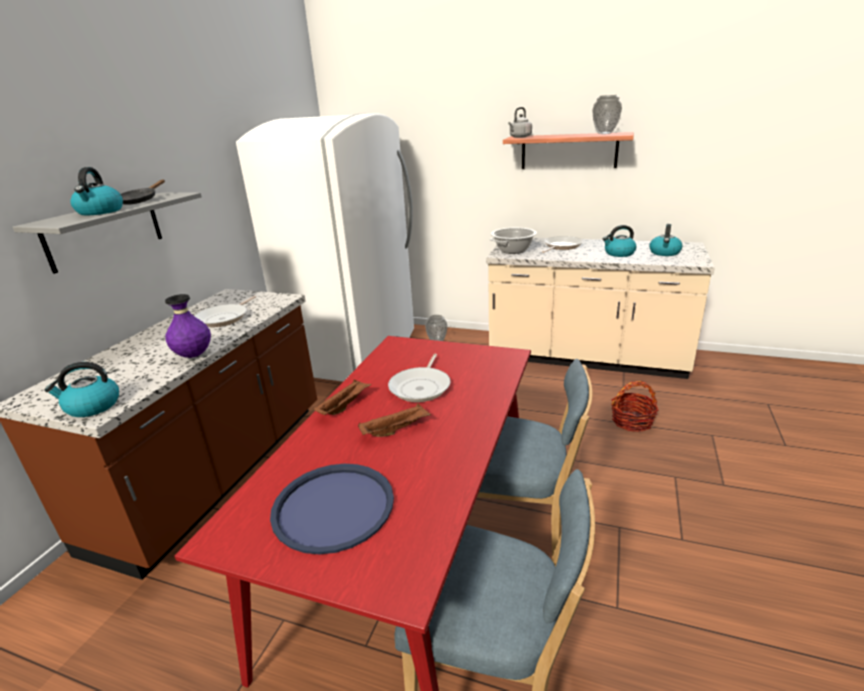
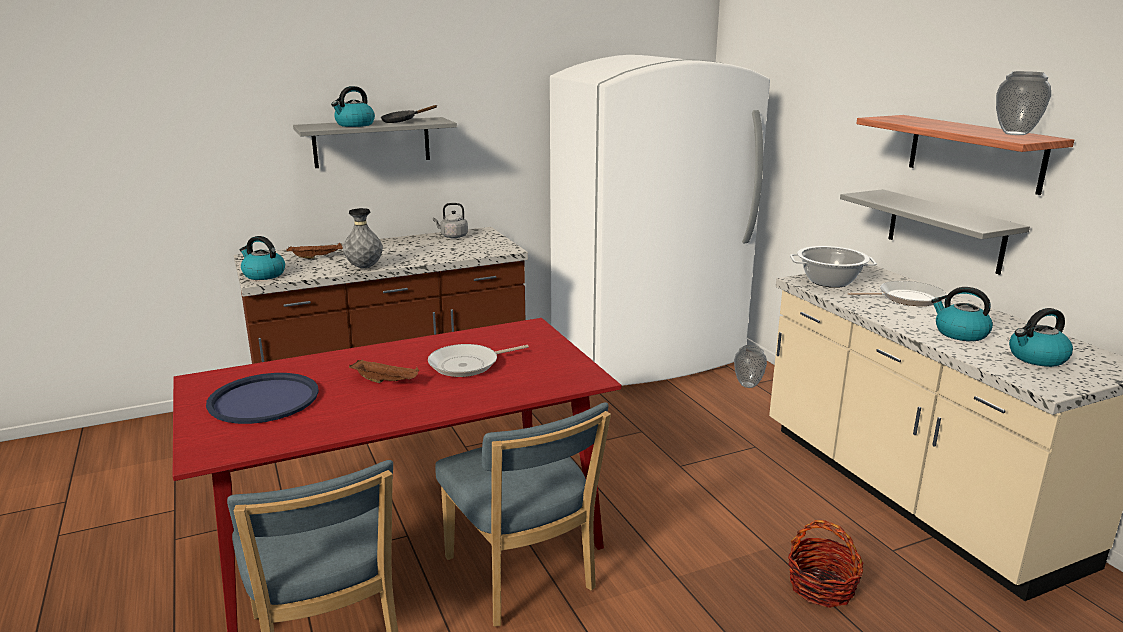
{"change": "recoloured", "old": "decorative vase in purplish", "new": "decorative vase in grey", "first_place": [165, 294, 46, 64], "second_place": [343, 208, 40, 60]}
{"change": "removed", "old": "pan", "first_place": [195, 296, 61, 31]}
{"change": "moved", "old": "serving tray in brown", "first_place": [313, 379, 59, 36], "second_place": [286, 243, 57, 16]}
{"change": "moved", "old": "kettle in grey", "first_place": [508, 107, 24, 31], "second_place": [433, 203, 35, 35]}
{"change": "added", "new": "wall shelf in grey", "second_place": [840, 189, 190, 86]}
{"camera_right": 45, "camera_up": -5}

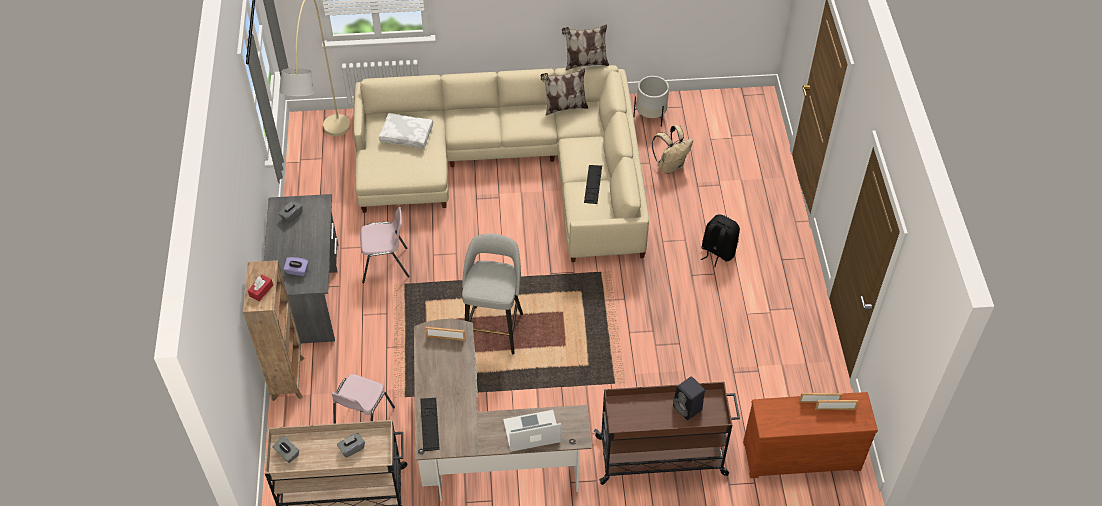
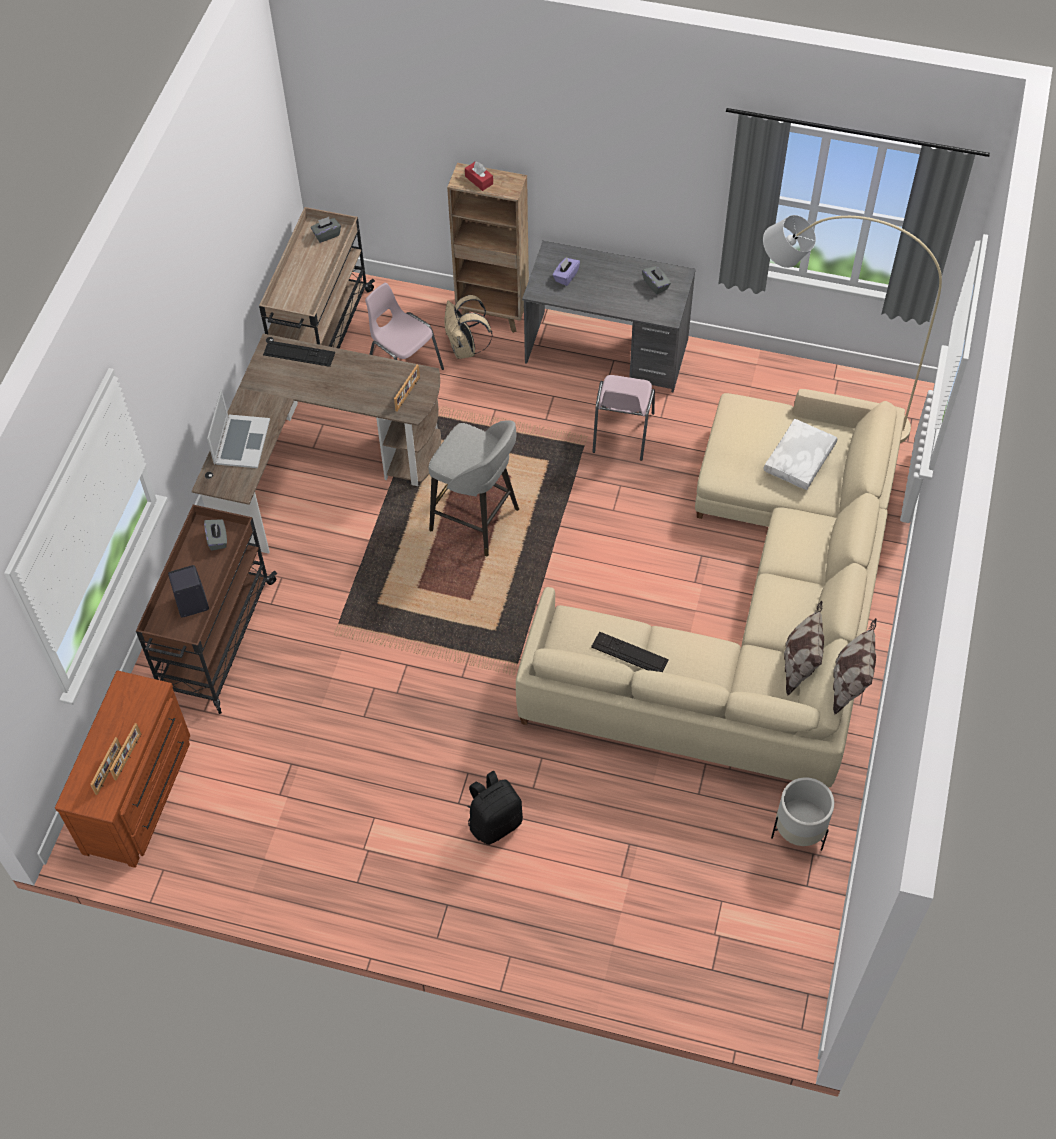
{"change": "moved", "old": "tissue holder in grey", "first_place": [337, 433, 28, 25], "second_place": [204, 519, 23, 32]}
{"change": "moved", "old": "backpack in sand-coloured", "first_place": [652, 125, 41, 49], "second_place": [444, 295, 48, 64]}
{"camera_right": 110, "camera_up": 5}

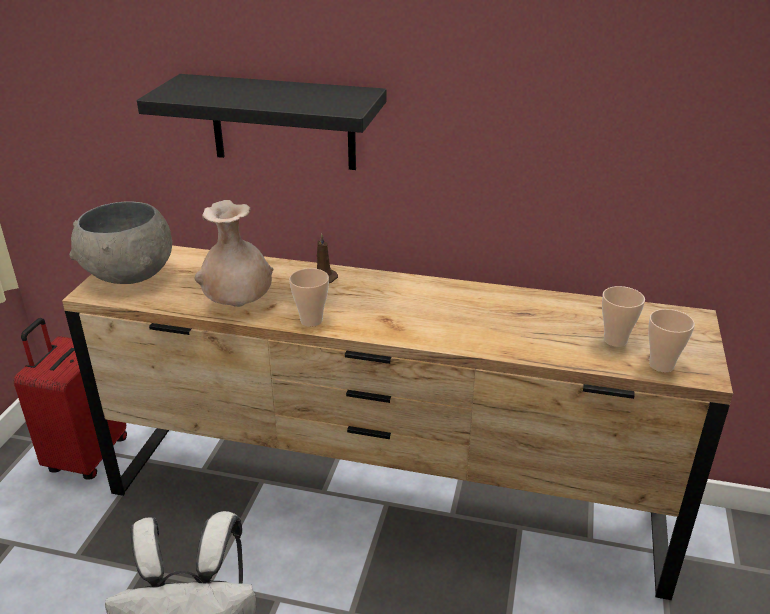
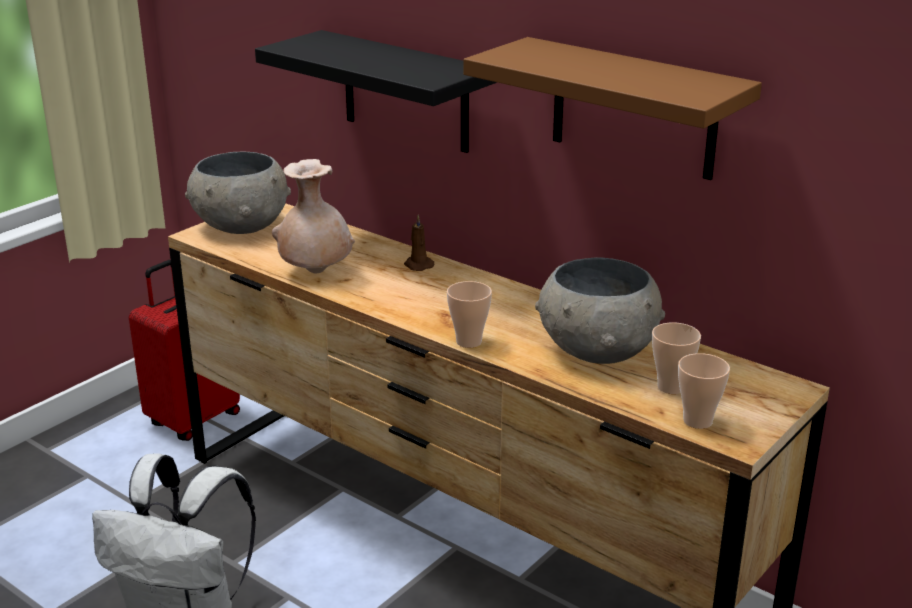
{"change": "moved", "old": "cup", "first_place": [289, 268, 40, 59], "second_place": [447, 281, 45, 67]}
{"change": "added", "new": "wall shelf in brown", "second_place": [463, 37, 299, 143]}
{"change": "added", "new": "serving bowl in grey", "second_place": [535, 257, 130, 107]}
{"camera_right": 25, "camera_up": -5}

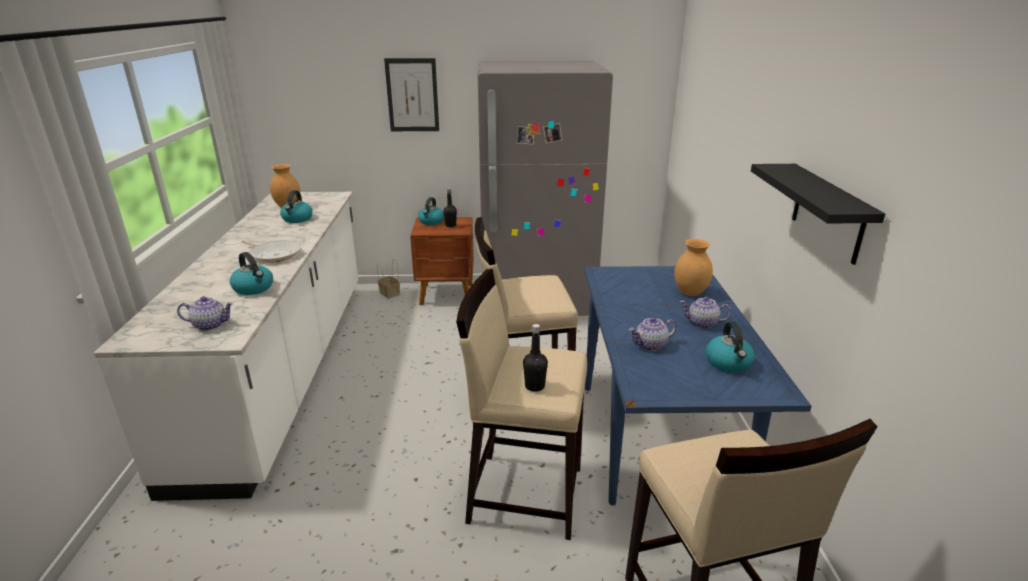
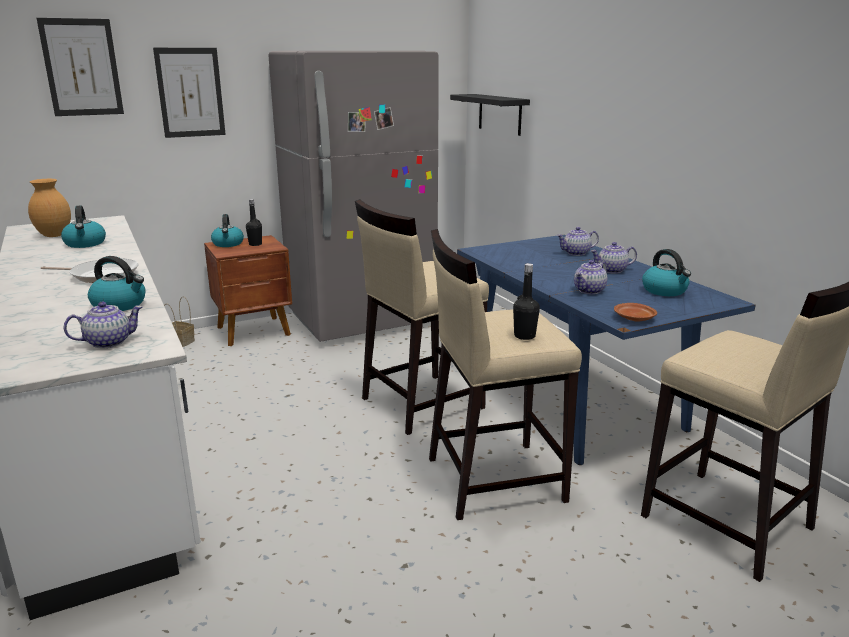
{"change": "replaced", "old": "decorative vase in brown", "new": "tea pot", "first_place": [674, 239, 39, 57], "second_place": [557, 227, 42, 29]}
{"change": "moved", "old": "wall shelf in blackish", "first_place": [751, 164, 134, 101], "second_place": [450, 94, 80, 42]}
{"change": "added", "new": "picture", "second_place": [37, 18, 87, 98]}
{"change": "added", "new": "dinner plate in brown", "second_place": [614, 303, 43, 18]}
{"camera_right": -25, "camera_up": -5}

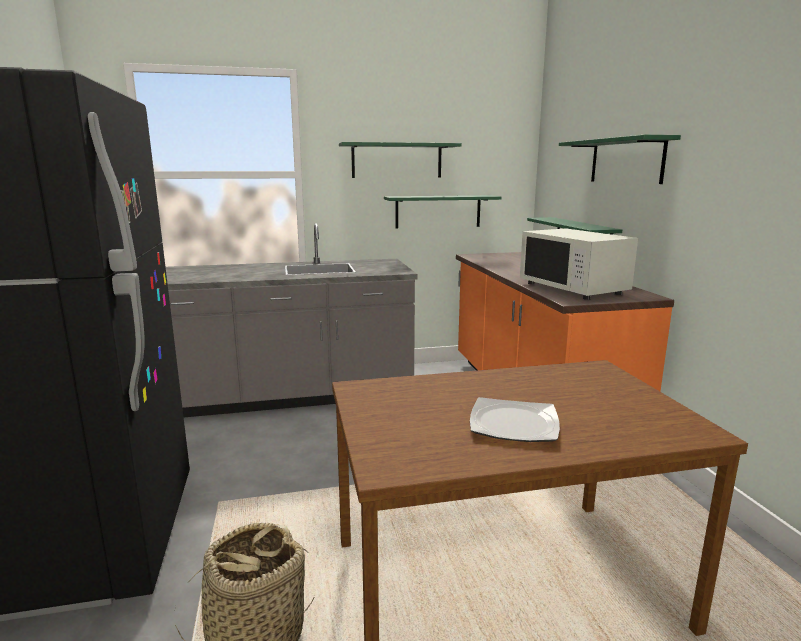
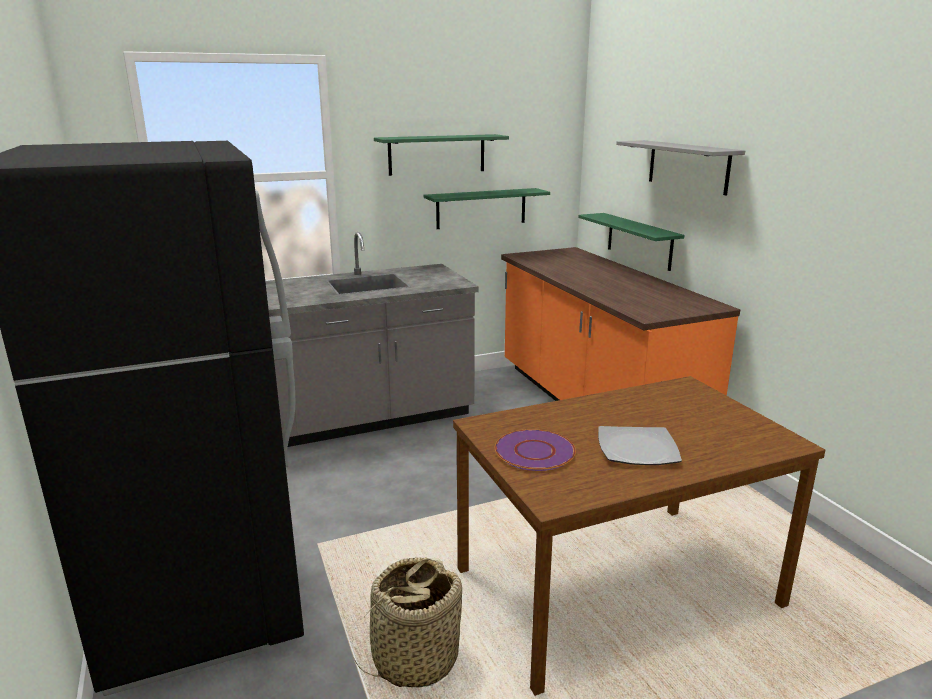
{"change": "removed", "old": "microwave oven in white", "first_place": [520, 228, 118, 72]}
{"change": "recoloured", "old": "wall shelf in green-coloured", "new": "wall shelf in grey", "first_place": [559, 135, 122, 49], "second_place": [616, 140, 129, 56]}
{"change": "added", "new": "dinner plate in purplish", "second_place": [495, 429, 81, 42]}
{"camera_right": -10, "camera_up": 5}

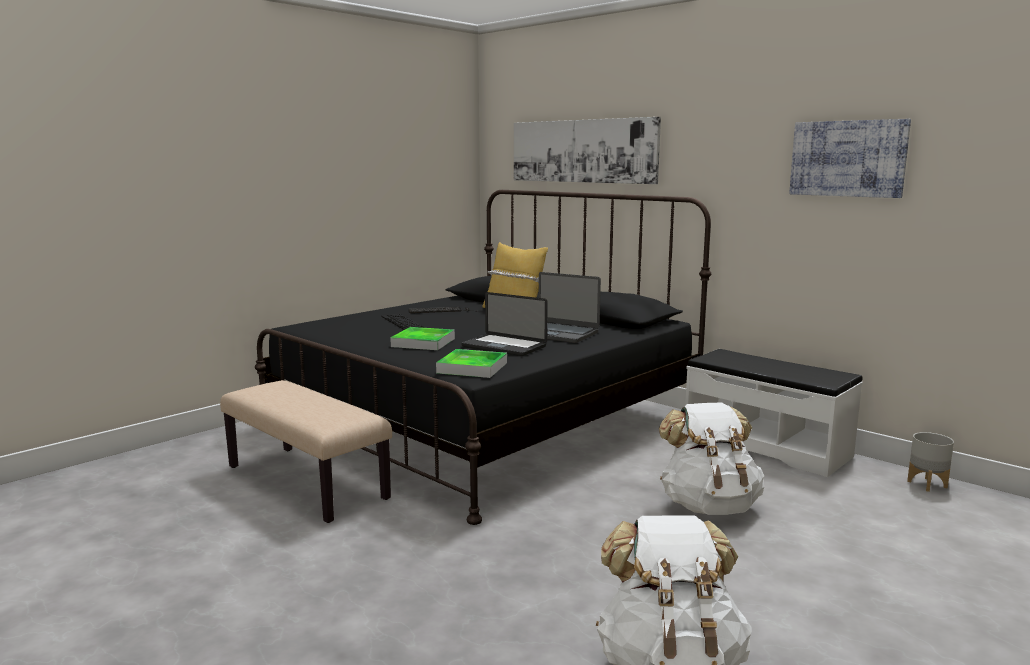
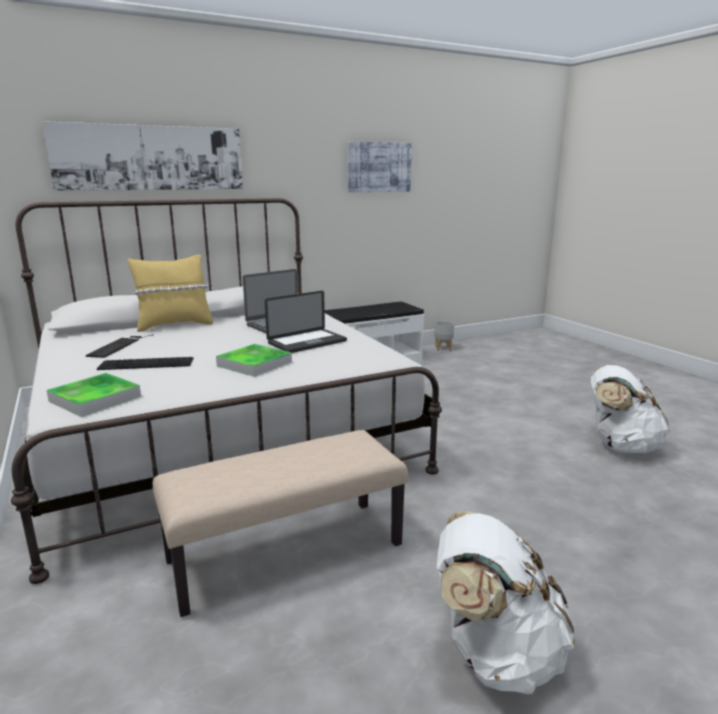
{"change": "recoloured", "old": "bed in blackish", "new": "bed in white", "first_place": [255, 190, 456, 335], "second_place": [11, 198, 431, 386]}
{"change": "moved", "old": "serving tray", "first_place": [436, 349, 71, 29], "second_place": [46, 373, 95, 44]}
{"change": "moved", "old": "backpack in white", "first_place": [659, 403, 105, 112], "second_place": [437, 511, 138, 183]}
{"camera_right": -70, "camera_up": 5}

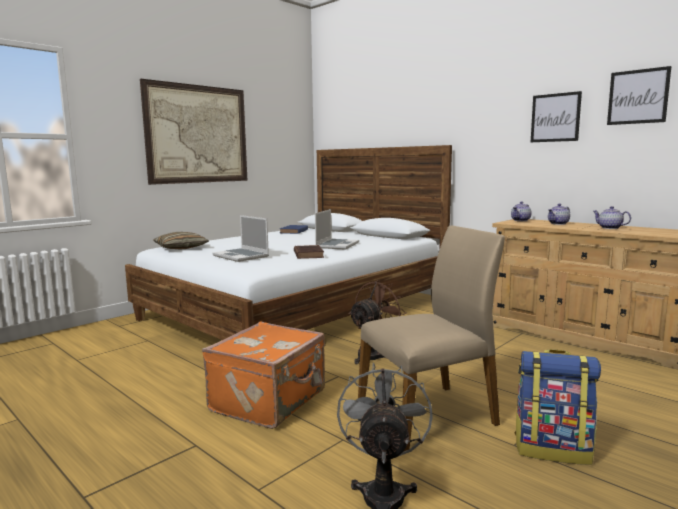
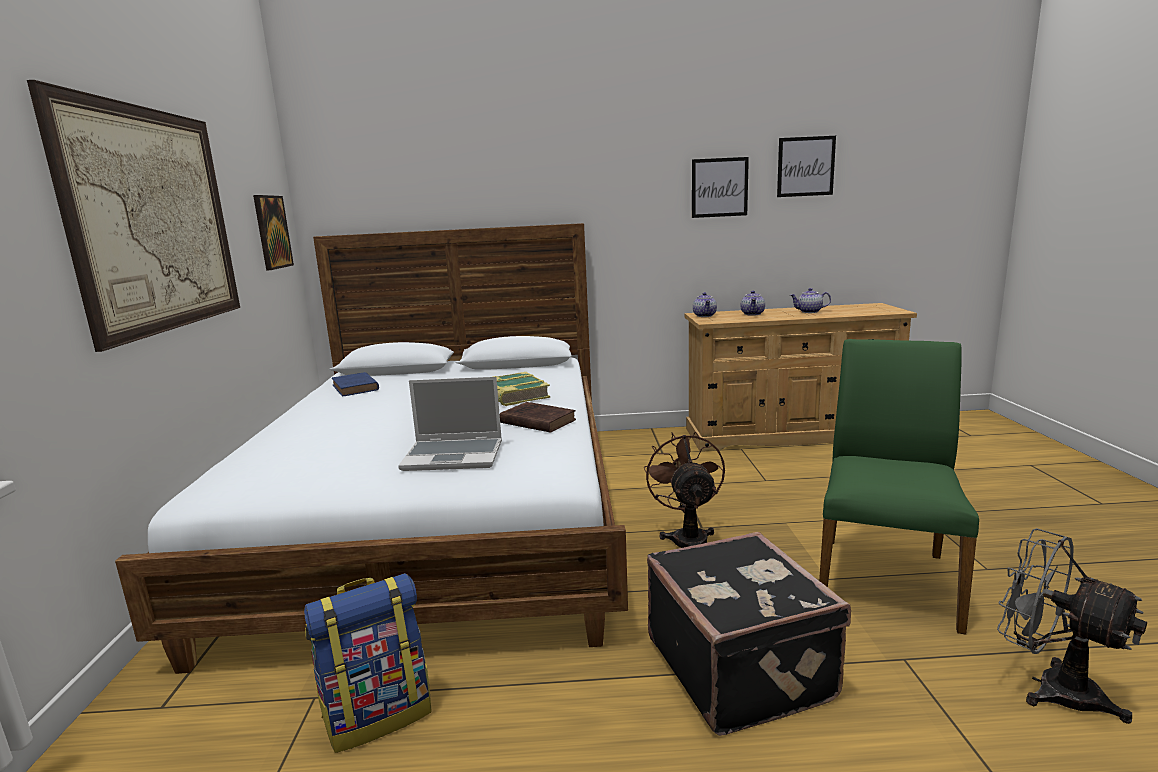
{"change": "removed", "old": "cushion", "first_place": [153, 232, 56, 17]}
{"change": "recoloured", "old": "travel case in orange", "new": "travel case in blackish", "first_place": [202, 322, 123, 107], "second_place": [647, 532, 204, 204]}
{"change": "replaced", "old": "notebook computer", "new": "volume", "first_place": [315, 209, 44, 41], "second_place": [492, 372, 58, 34]}
{"change": "recoloured", "old": "upright chair in sand-coloured", "new": "upright chair in green-coloured", "first_place": [358, 226, 147, 225], "second_place": [819, 339, 160, 296]}
{"change": "moved", "old": "backpack", "first_place": [514, 349, 87, 116], "second_place": [304, 573, 128, 180]}
{"change": "added", "new": "picture", "second_place": [253, 195, 41, 76]}
{"camera_right": -45, "camera_up": 5}

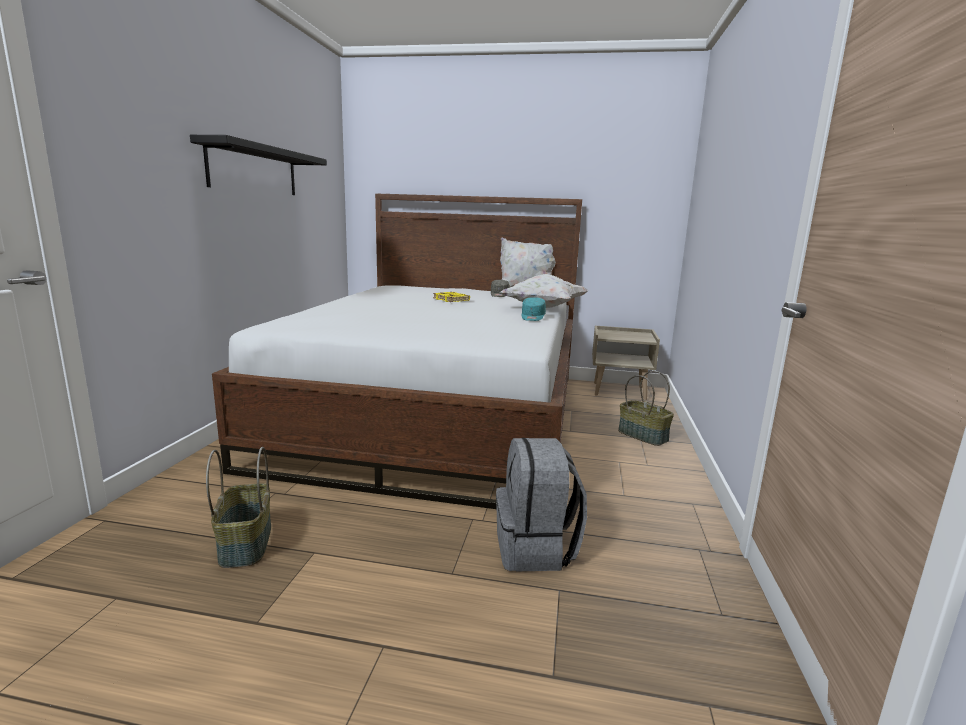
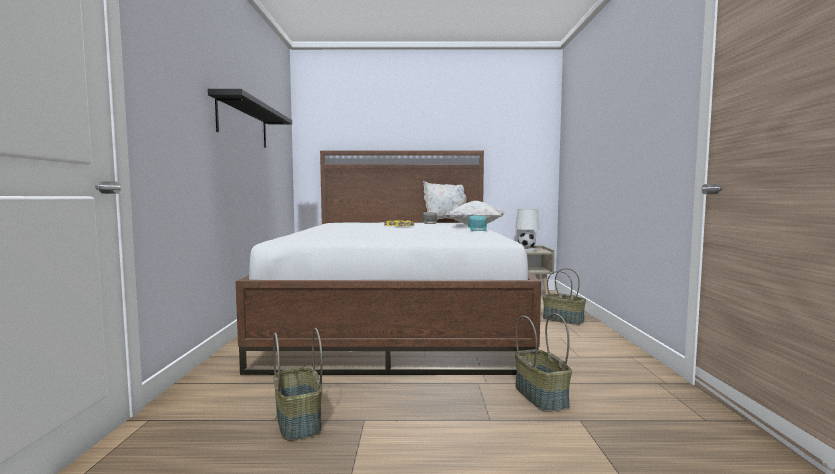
{"change": "replaced", "old": "backpack in grey", "new": "household basket", "first_place": [496, 438, 91, 134], "second_place": [515, 313, 57, 99]}
{"change": "added", "new": "tabletop lamp in white", "second_place": [515, 209, 24, 42]}
{"camera_right": -10, "camera_up": -10}

